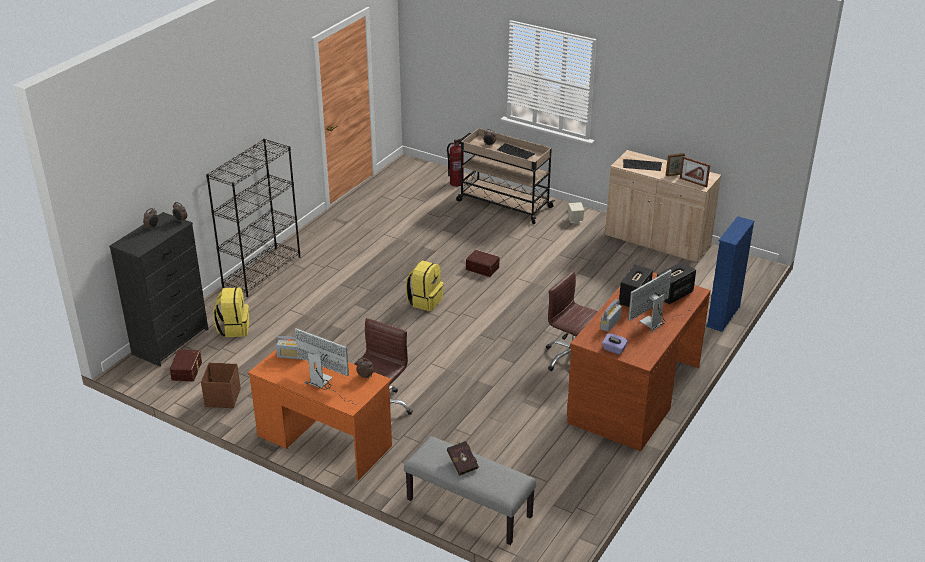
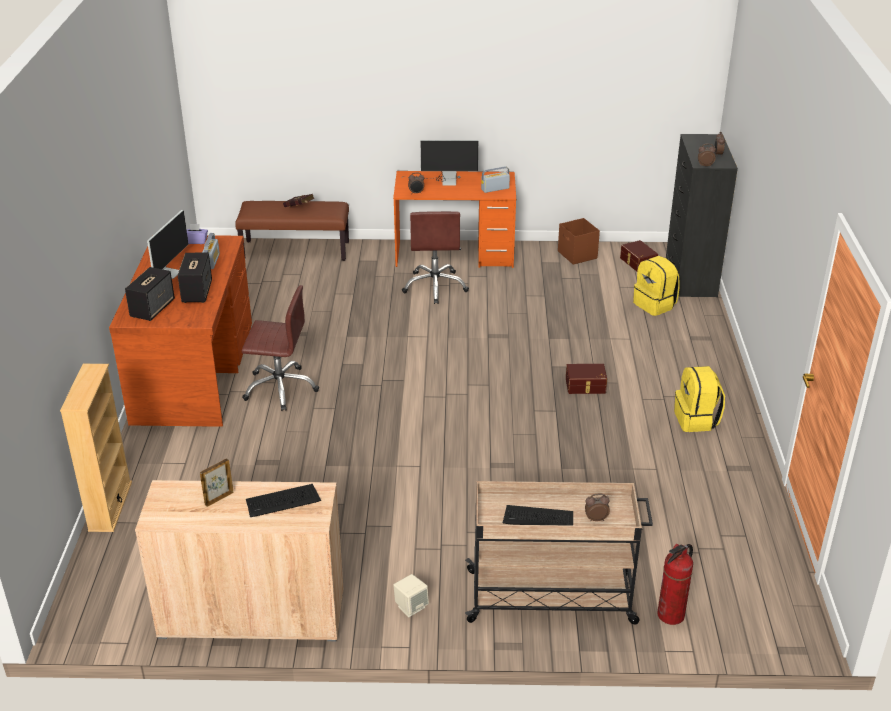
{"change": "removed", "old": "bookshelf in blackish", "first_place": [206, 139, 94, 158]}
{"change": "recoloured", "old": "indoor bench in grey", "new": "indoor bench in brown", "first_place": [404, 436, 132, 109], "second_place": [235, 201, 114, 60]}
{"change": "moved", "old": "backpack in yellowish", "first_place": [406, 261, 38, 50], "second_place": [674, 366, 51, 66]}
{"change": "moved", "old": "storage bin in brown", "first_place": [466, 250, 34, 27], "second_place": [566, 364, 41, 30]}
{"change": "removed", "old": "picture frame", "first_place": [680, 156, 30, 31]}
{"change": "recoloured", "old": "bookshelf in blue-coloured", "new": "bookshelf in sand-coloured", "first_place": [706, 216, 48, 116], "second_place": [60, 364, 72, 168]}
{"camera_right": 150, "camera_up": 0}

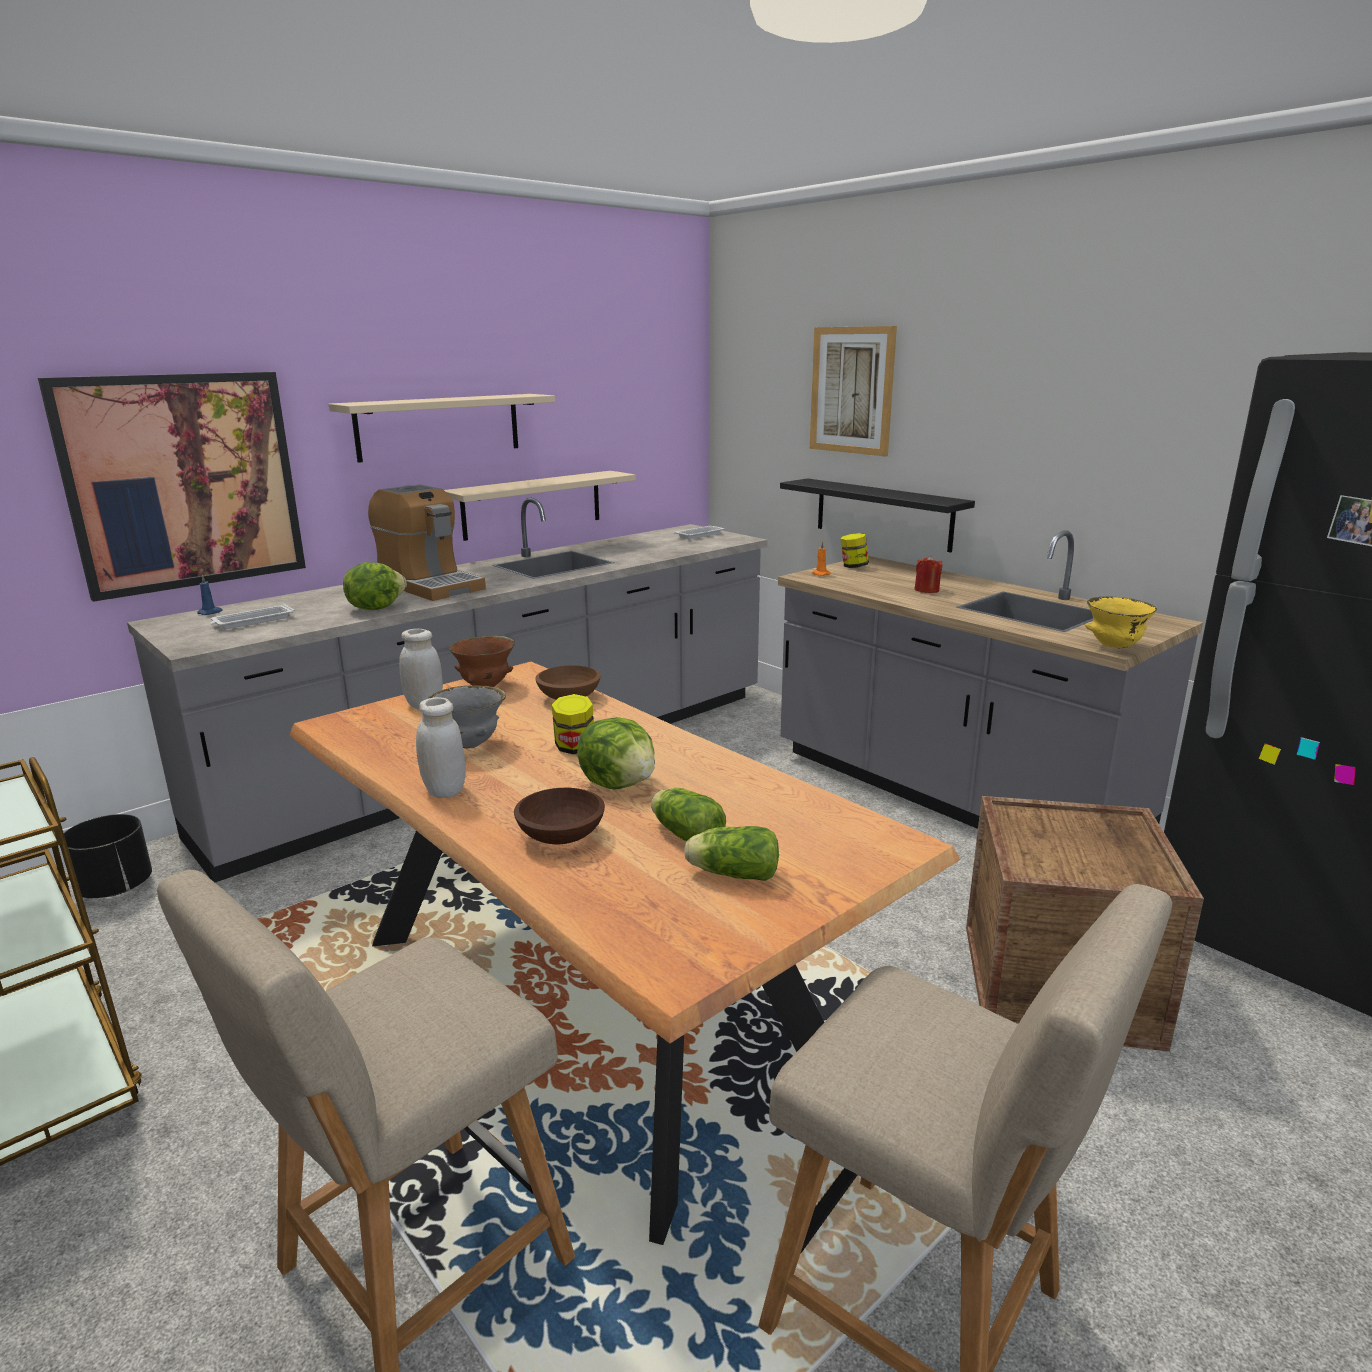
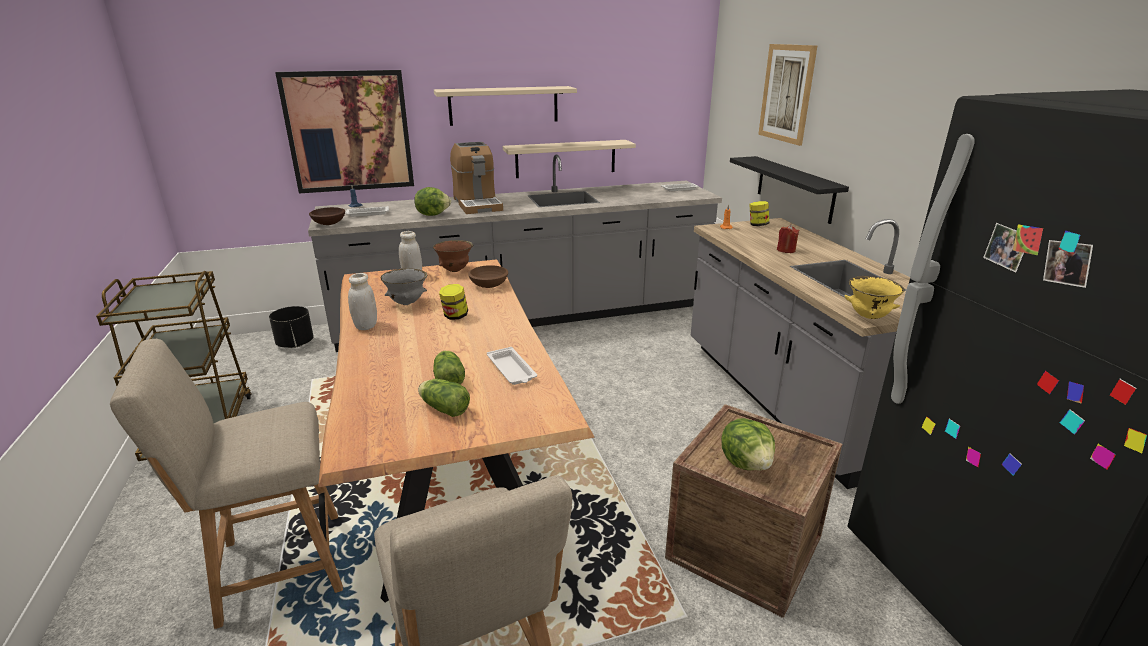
{"change": "moved", "old": "serving bowl in brown", "first_place": [514, 788, 91, 56], "second_place": [309, 207, 36, 18]}
{"change": "moved", "old": "lettuce", "first_place": [577, 717, 78, 73], "second_place": [721, 418, 54, 53]}
{"change": "added", "new": "serving tray in white", "second_place": [487, 347, 50, 38]}
{"camera_right": 25, "camera_up": 5}

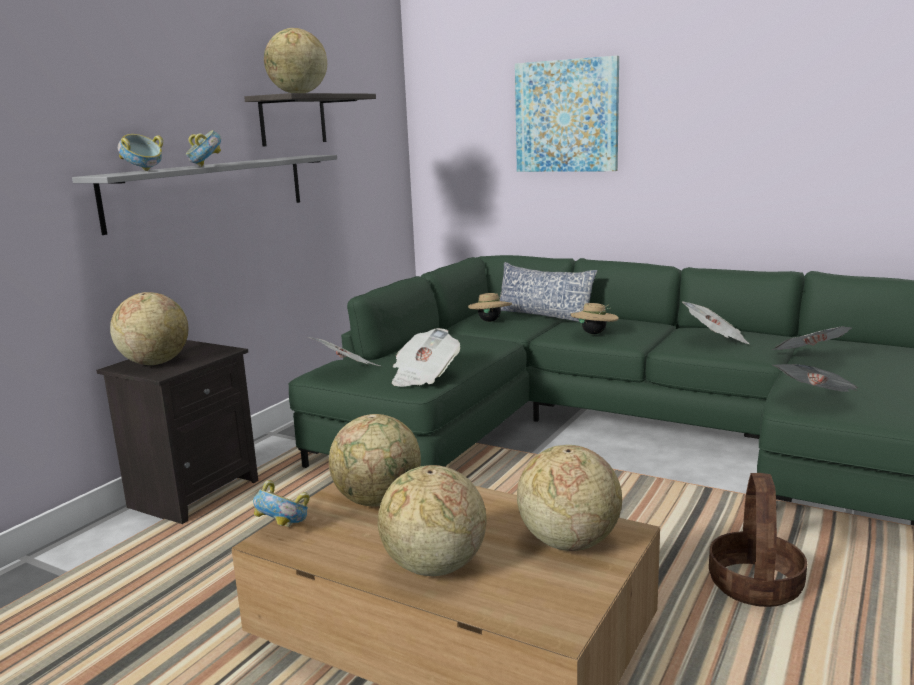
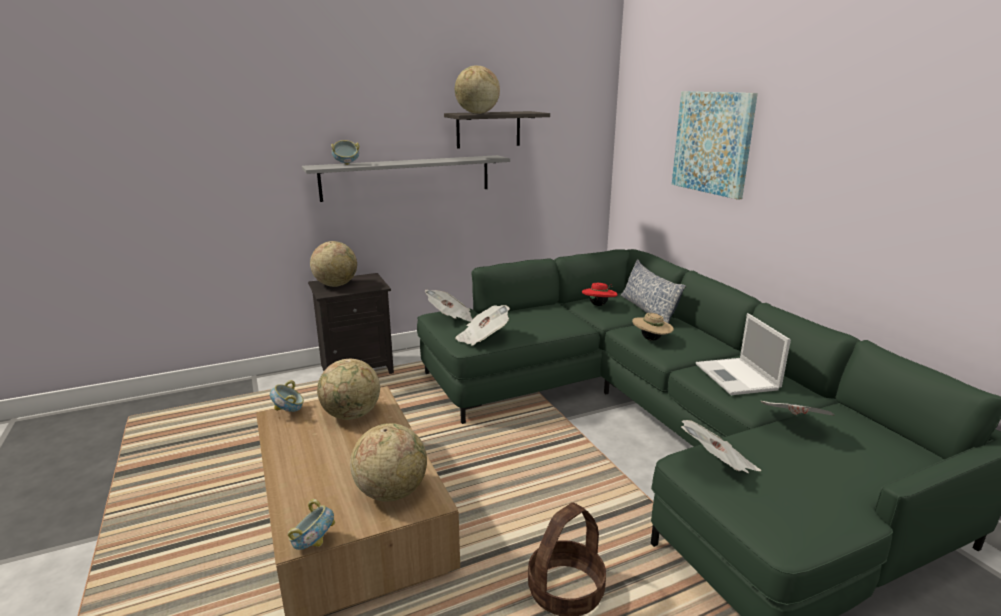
{"change": "moved", "old": "serving bowl", "first_place": [186, 130, 35, 37], "second_place": [288, 499, 47, 51]}
{"change": "removed", "old": "world globe", "first_place": [378, 465, 108, 111]}
{"change": "recoloured", "old": "wearable hat in sand-coloured", "new": "wearable hat in reddish", "first_place": [468, 291, 44, 31], "second_place": [582, 283, 36, 23]}
{"change": "replaced", "old": "newspaper", "new": "notebook computer", "first_place": [682, 301, 67, 43], "second_place": [696, 313, 95, 82]}
{"camera_right": 35, "camera_up": 5}

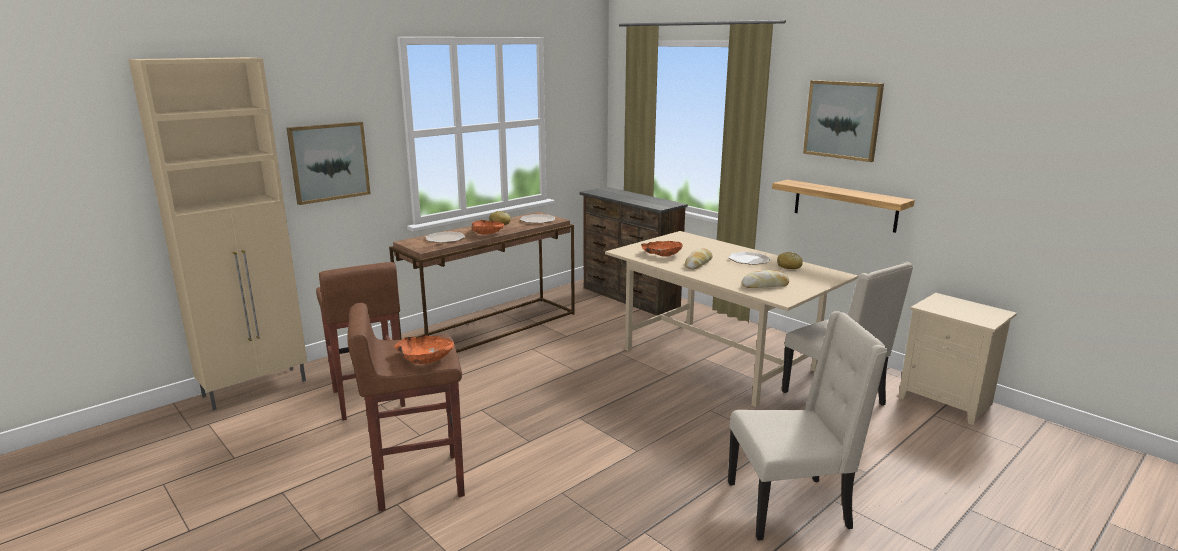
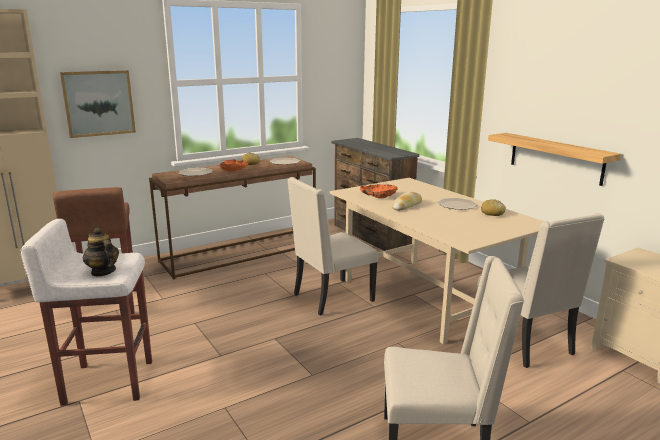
{"change": "recoloured", "old": "stool in brown", "new": "stool in white", "first_place": [347, 303, 118, 209], "second_place": [20, 219, 132, 187]}
{"change": "replaced", "old": "serving bowl in orange", "new": "tea pot", "first_place": [394, 335, 60, 29], "second_place": [83, 228, 36, 48]}
{"change": "removed", "old": "bread", "first_place": [742, 270, 47, 18]}
{"change": "removed", "old": "picture", "first_place": [803, 80, 81, 82]}
{"change": "added", "new": "upright chair in sand-coloured", "second_place": [287, 177, 91, 139]}
{"camera_right": 10, "camera_up": 0}

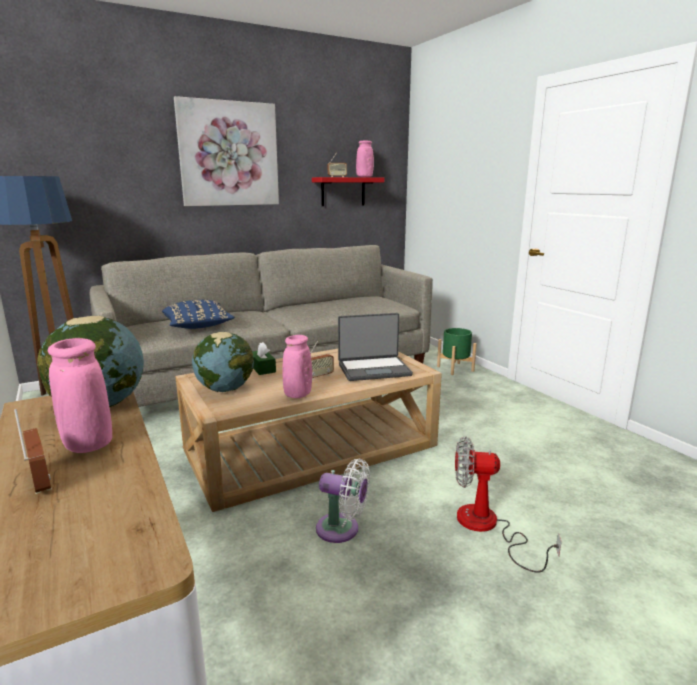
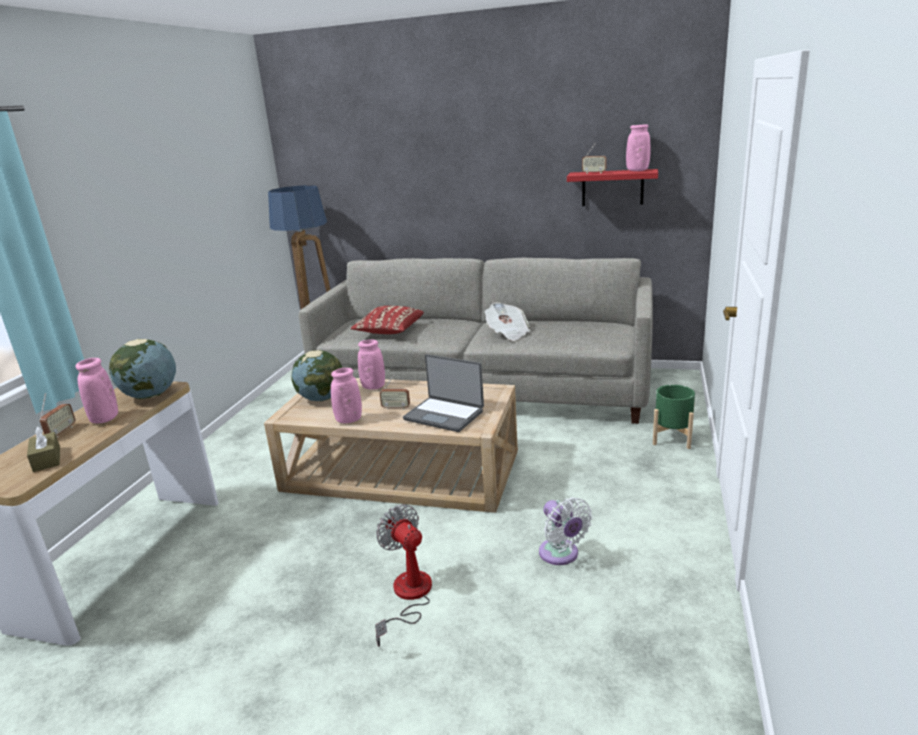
{"change": "recoloured", "old": "cushion in blue-coloured", "new": "cushion in reddish", "first_place": [162, 300, 73, 29], "second_place": [351, 306, 73, 28]}
{"change": "removed", "old": "picture", "first_place": [174, 96, 105, 110]}
{"change": "replaced", "old": "tissue holder in green-coloured", "new": "decorative vase in pink-coloured", "first_place": [252, 342, 24, 33], "second_place": [358, 339, 27, 51]}
{"change": "moved", "old": "cooling fan in white", "first_place": [316, 459, 54, 84], "second_place": [539, 497, 53, 68]}
{"change": "added", "new": "tissue holder in brown", "second_place": [27, 426, 33, 46]}
{"change": "added", "new": "newspaper", "second_place": [485, 302, 46, 39]}
{"camera_right": 45, "camera_up": 5}

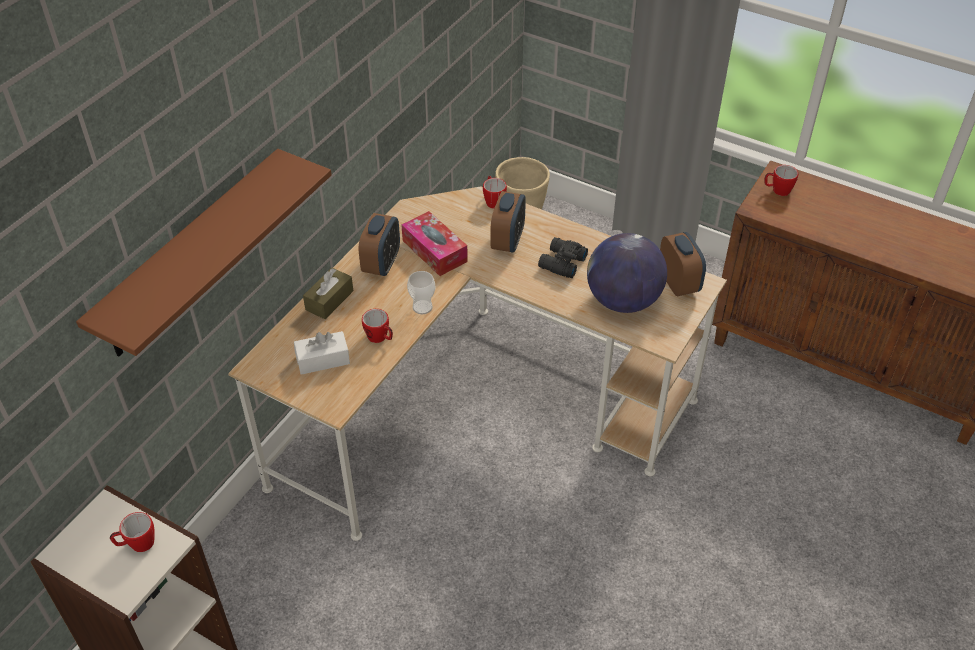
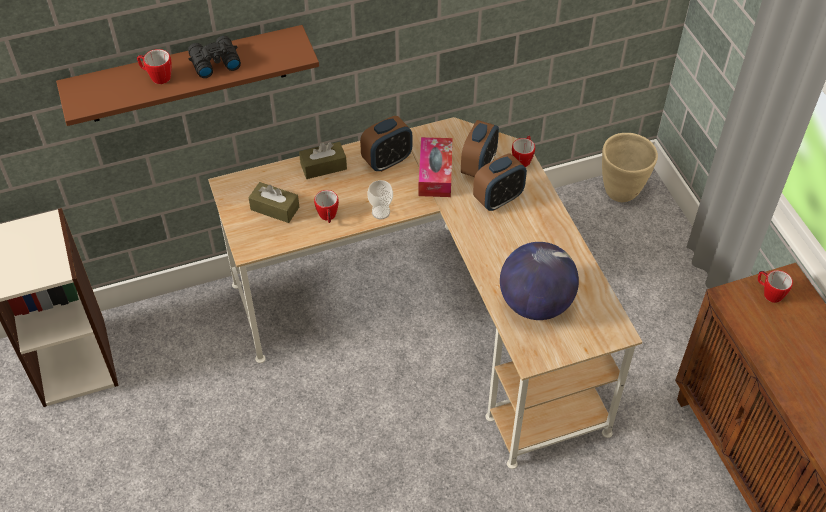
{"change": "moved", "old": "tea mug", "first_place": [110, 512, 45, 40], "second_place": [137, 49, 35, 35]}
{"change": "recoloured", "old": "tissue holder in white", "new": "tissue holder in brown", "first_place": [294, 331, 56, 44], "second_place": [248, 182, 51, 41]}
{"change": "moved", "old": "pair of binoculars in blackish", "first_place": [538, 237, 50, 41], "second_place": [188, 36, 53, 42]}
{"change": "moved", "old": "alarm clock", "first_place": [660, 232, 46, 64], "second_place": [461, 120, 38, 57]}
{"camera_right": 40, "camera_up": 5}

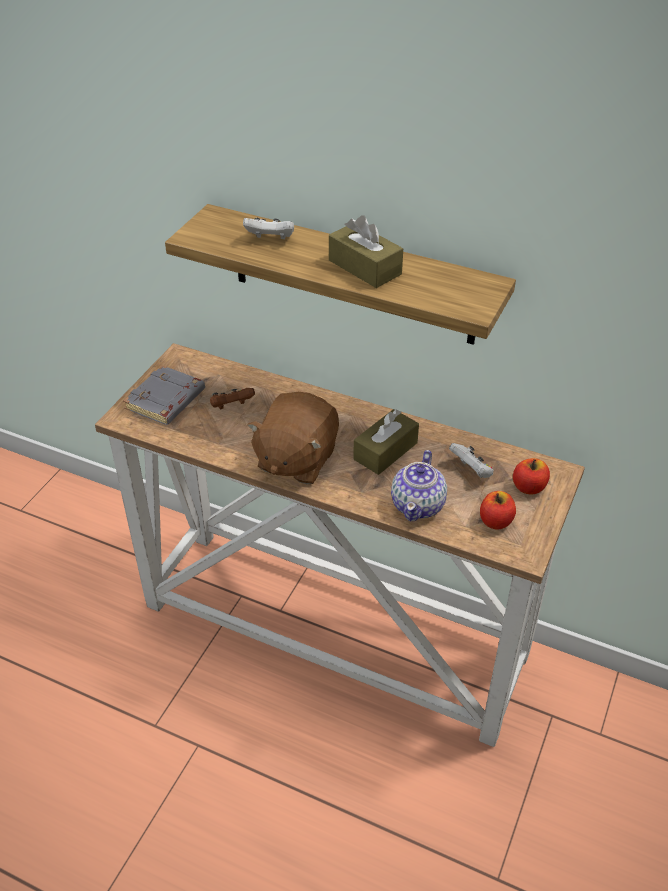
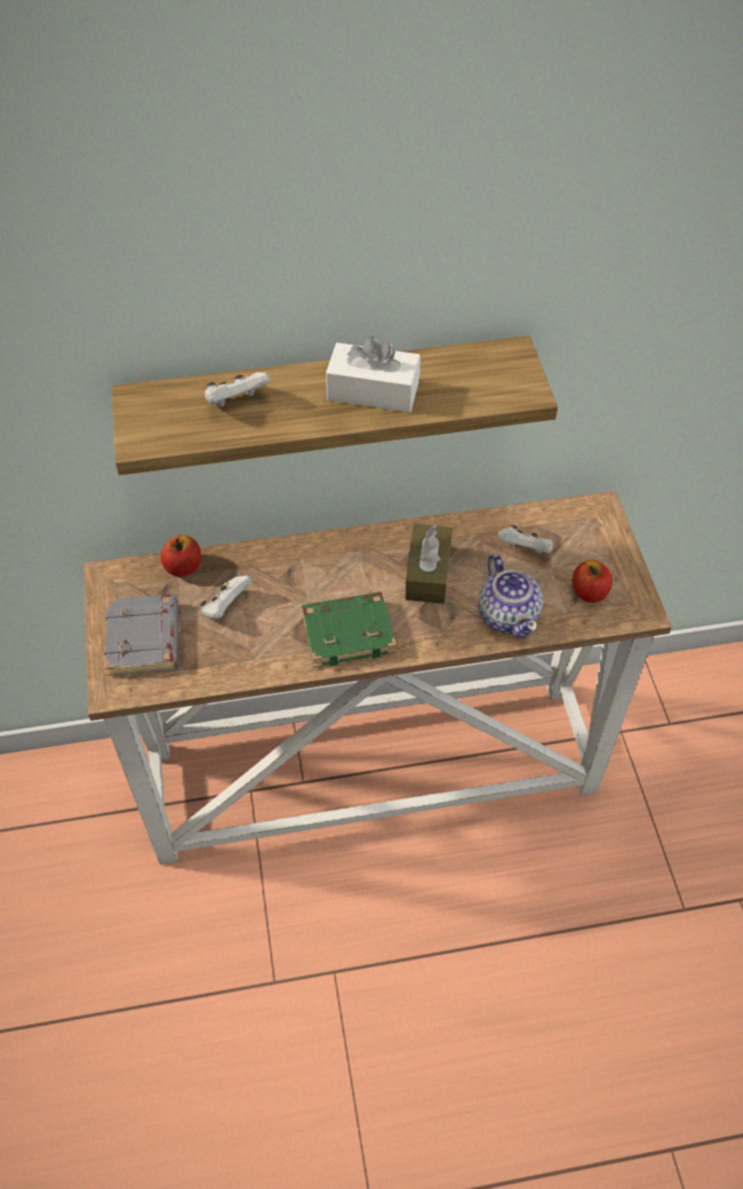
{"change": "recoloured", "old": "game controller in brown", "new": "game controller in white", "first_place": [210, 388, 45, 22], "second_place": [200, 575, 52, 45]}
{"change": "replaced", "old": "soft toy in brown", "new": "volume in green-coloured", "first_place": [247, 392, 92, 92], "second_place": [302, 592, 95, 75]}
{"change": "recoloured", "old": "tissue holder in brown", "new": "tissue holder in white", "first_place": [329, 215, 74, 73], "second_place": [326, 336, 94, 76]}
{"change": "moved", "old": "whole apple", "first_place": [513, 458, 37, 36], "second_place": [161, 535, 40, 42]}
{"camera_right": -35, "camera_up": 10}

